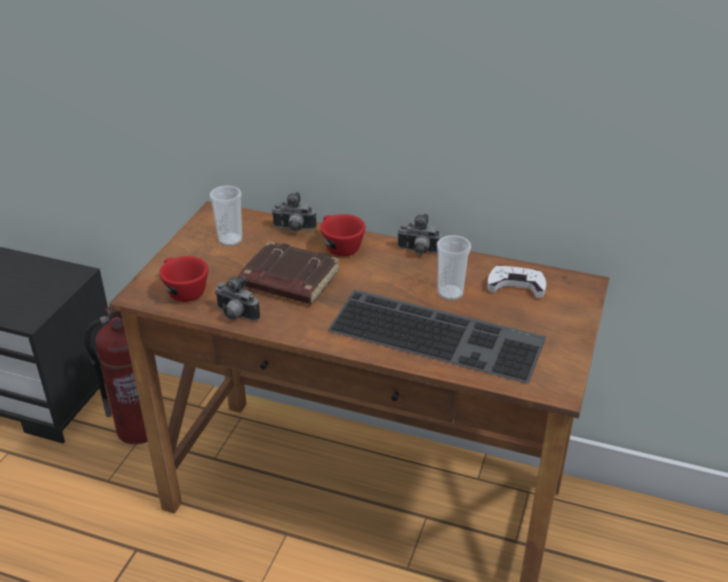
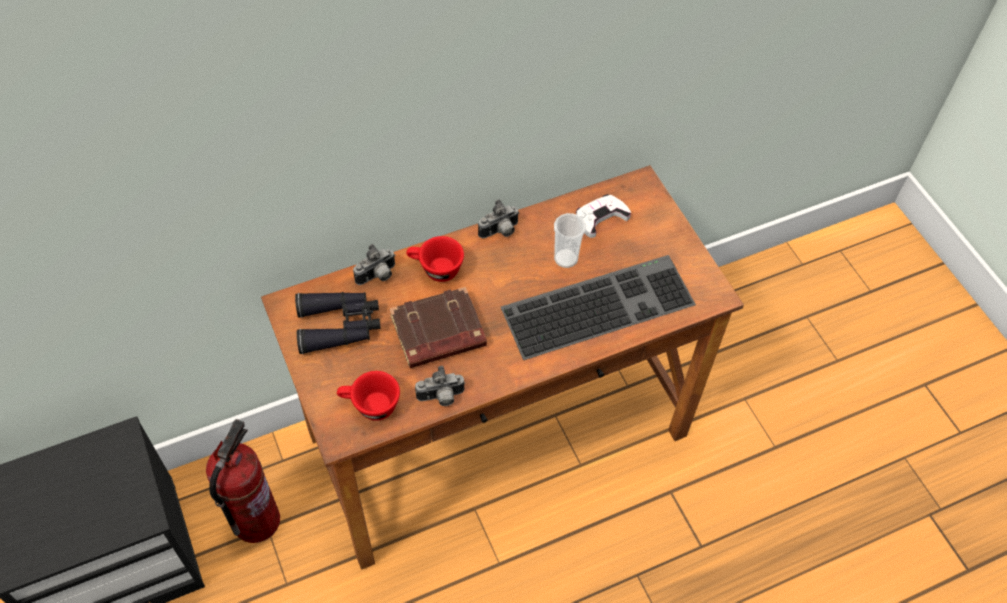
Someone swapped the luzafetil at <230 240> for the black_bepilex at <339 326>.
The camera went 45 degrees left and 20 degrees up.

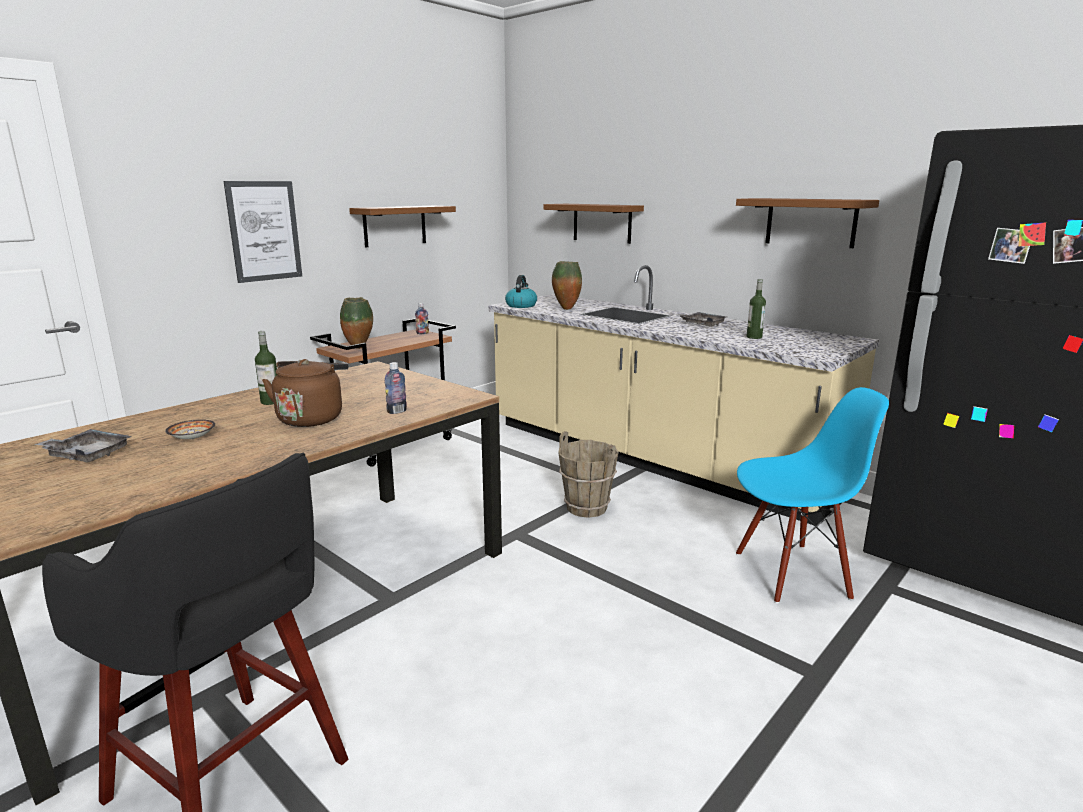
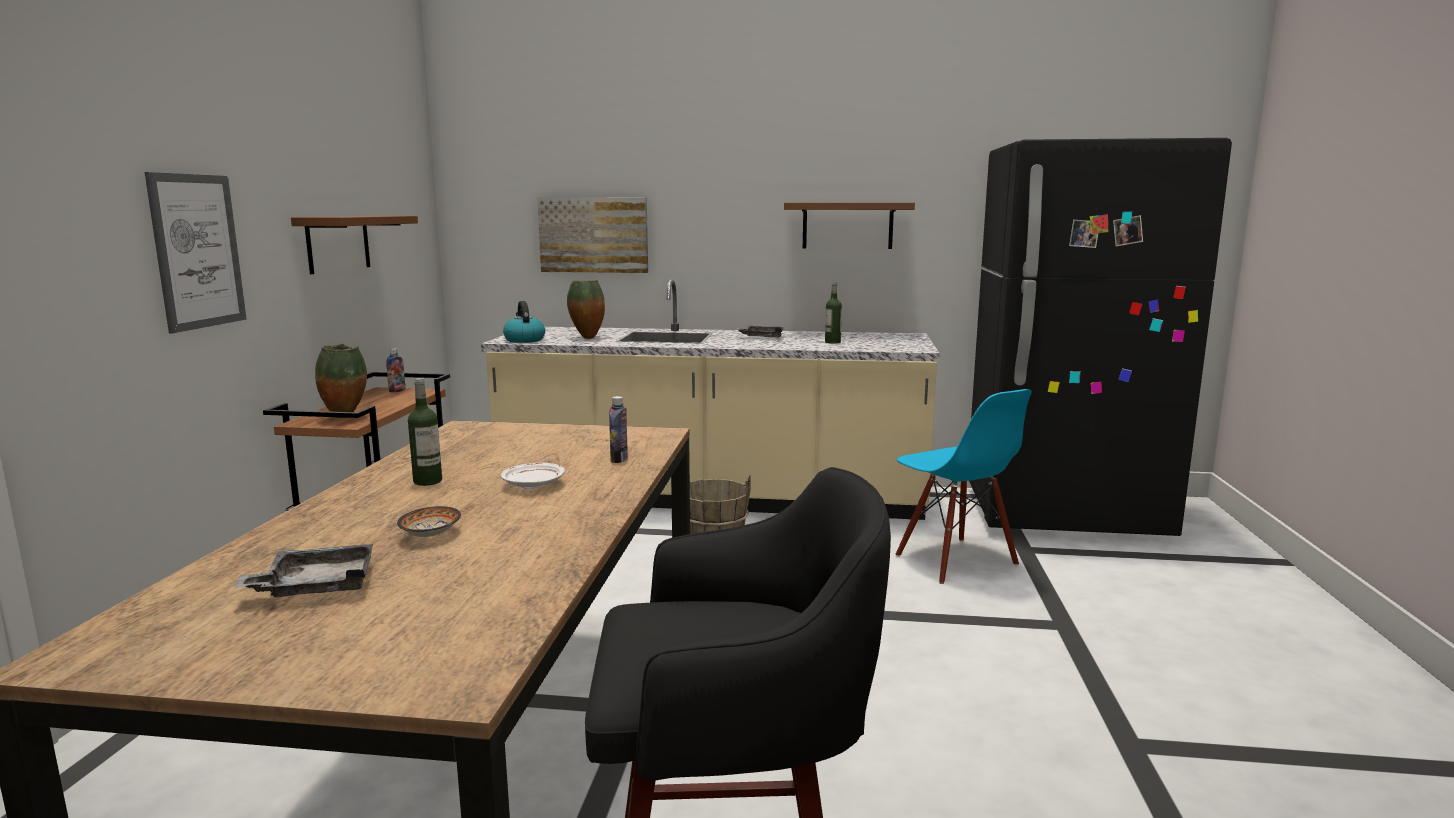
Someone swapped the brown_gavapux at <311 418> for the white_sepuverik at <533 485>.
Someone swapped the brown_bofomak at <602 223> for the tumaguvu at <594 235>.
Someone rotated the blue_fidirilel at <791 573> by 105 degrees clockwise.
The camera went 35 degrees left and 5 degrees down.

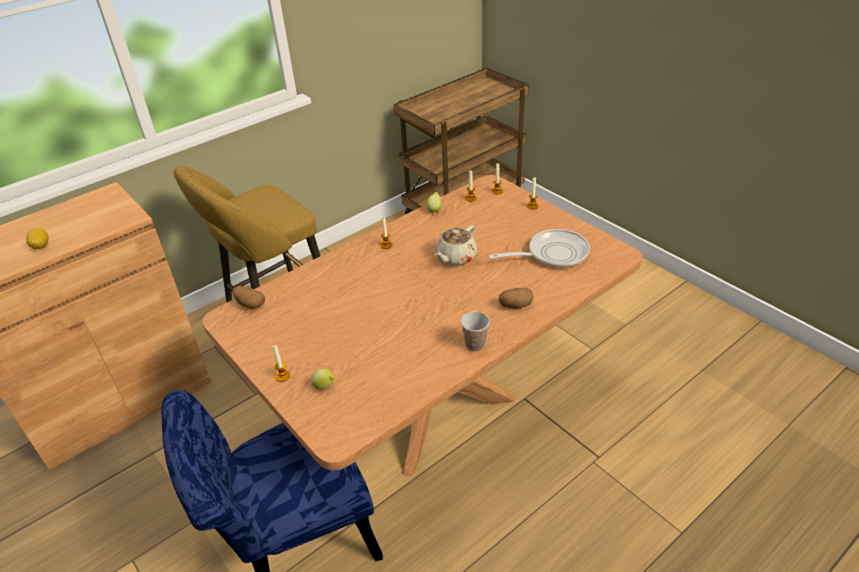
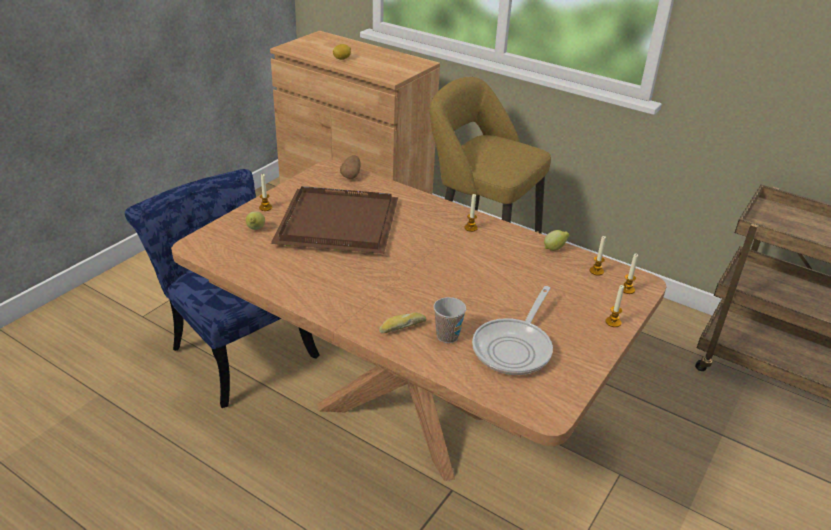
Someone took away the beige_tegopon at <455 257>.
Someone carried the luzafetil from <475 344> to <447 336>.
Someone rotated the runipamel at <552 254> by 60 degrees clockwise.
Someone swapped the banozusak at <515 305> for the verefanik at <402 327>.
Someone put down the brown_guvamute at <335 224>.
The camera went 70 degrees right and 5 degrees down.

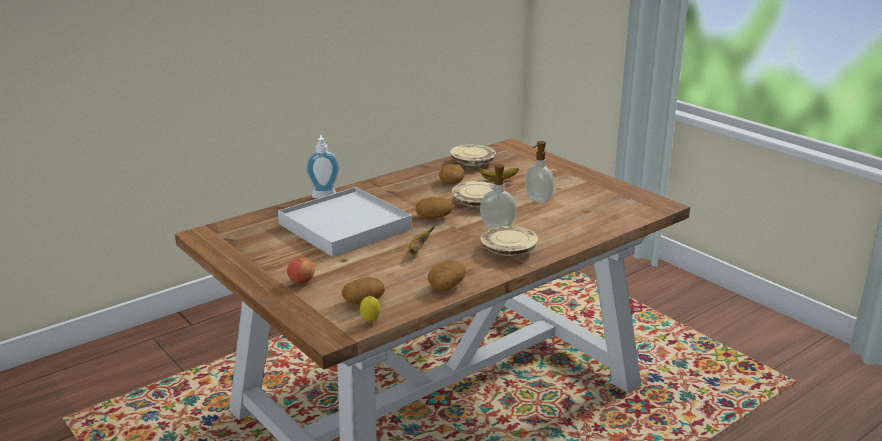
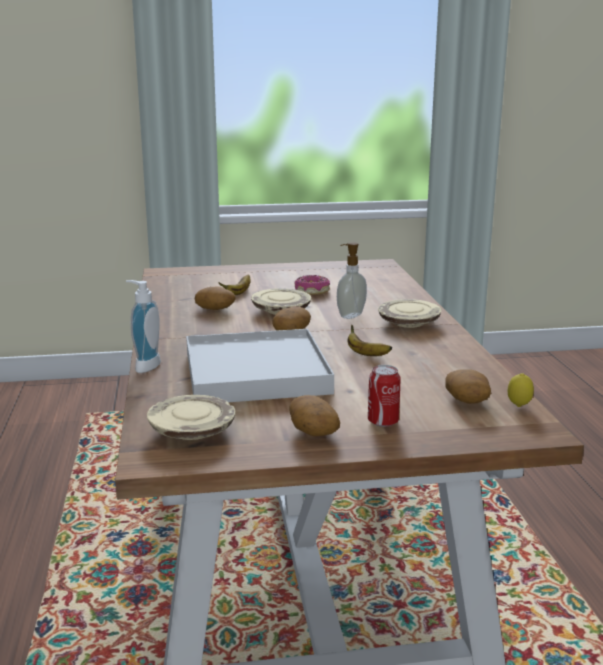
Someone swapped the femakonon at <301 281> for the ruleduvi at <383 421>.
Someone carried the banozusak from <446 285> to <312 430>.
Someone carried the beige_sepuverik from <472 162> to <192 430>.
Someone swapped the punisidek at <537 200> for the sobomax at <311 291>.
The camera went 60 degrees left and 5 degrees down.

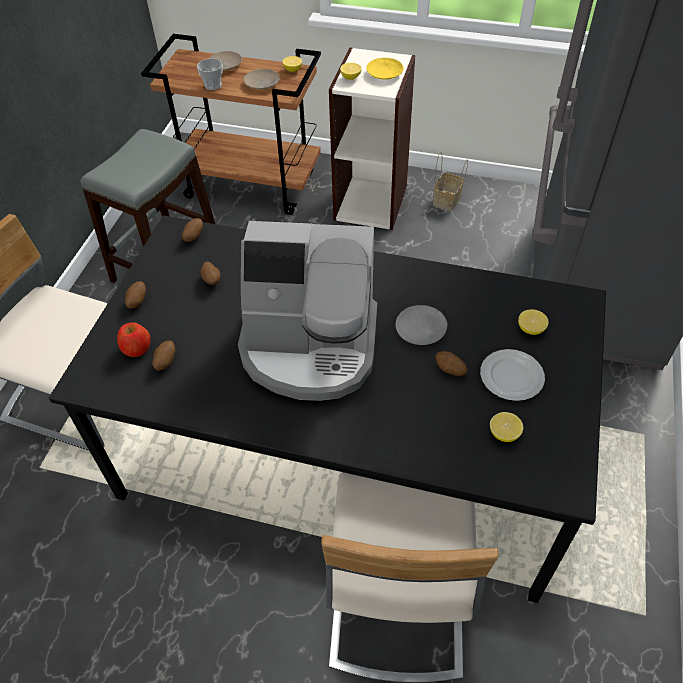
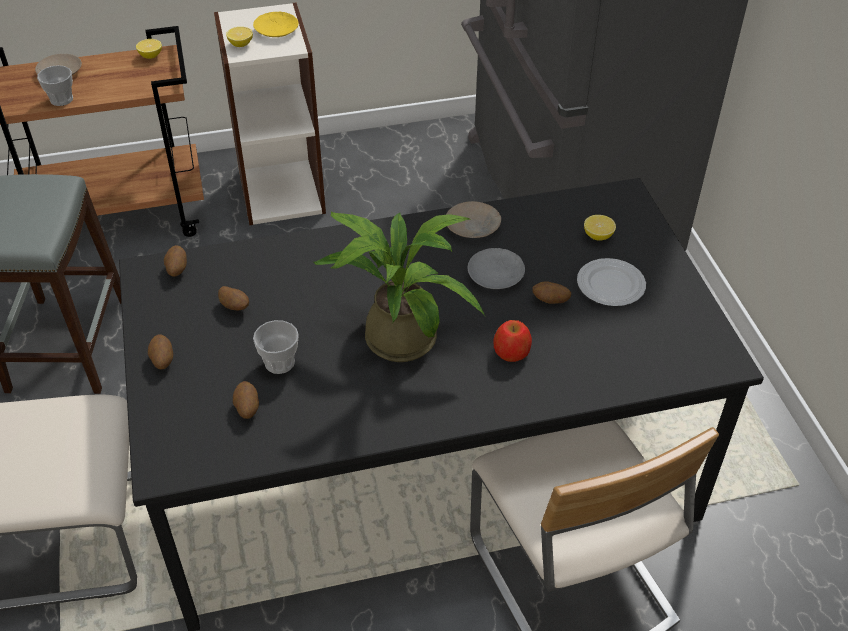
Someone carried the femakonon from <136 348> to <512 351>.
Someone swapped the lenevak at <310 347> for the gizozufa at <396 333>.
Someone carried the beige_sepuverik from <262 84> to <473 226>.
Someone took away the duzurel at <447 201>.
Someone took away the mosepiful at <504 434>.
Someone put down the luzafetil at <279 362>.
The camera went 30 degrees left and 5 degrees down.

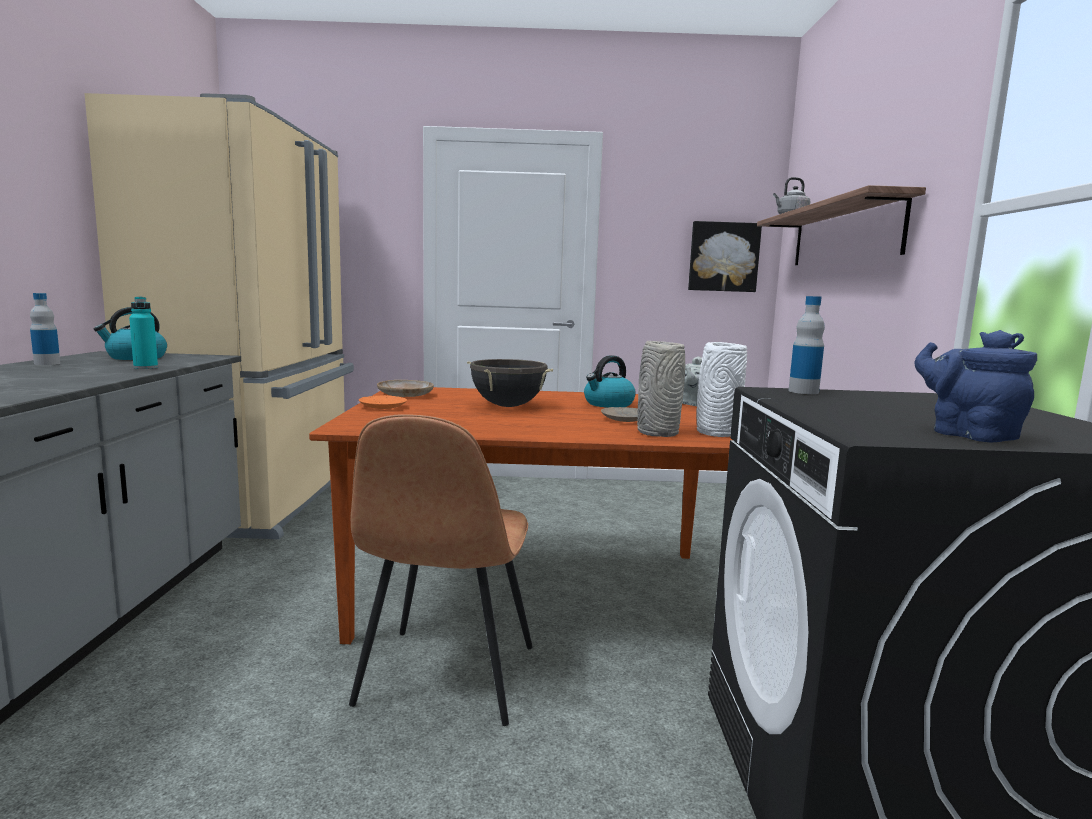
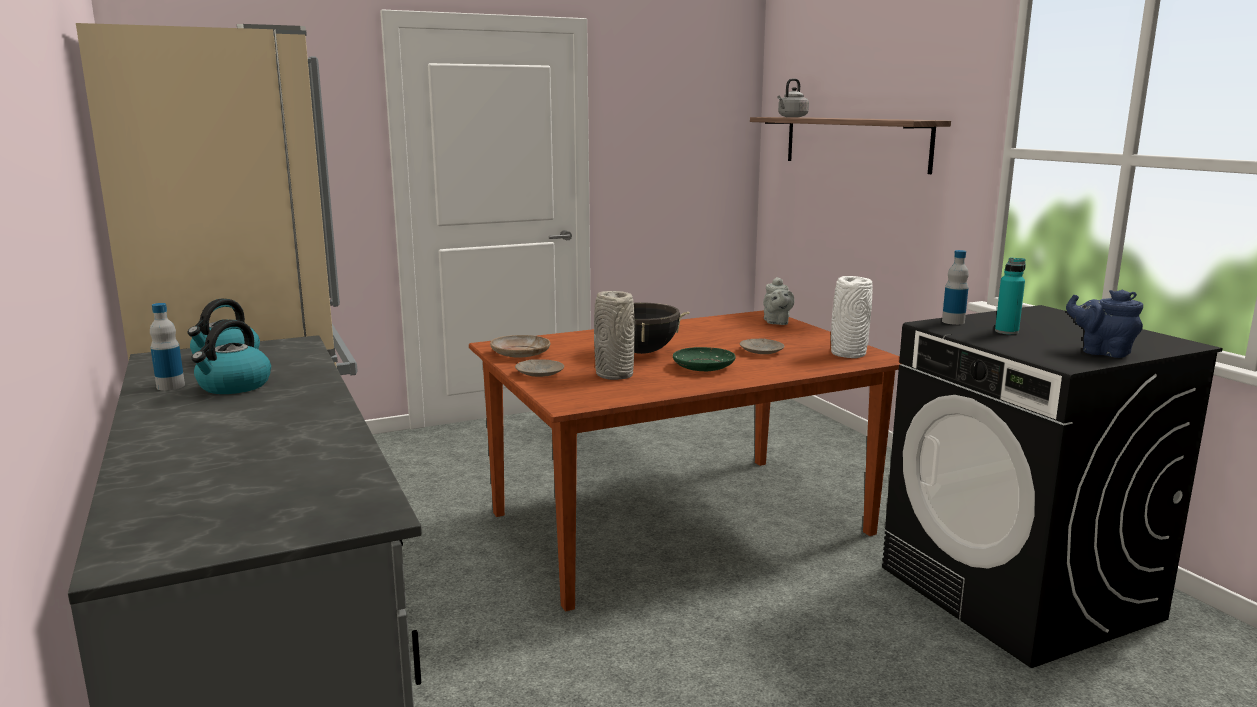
Someone carried the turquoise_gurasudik from <145 367> to <1006 332>.
Someone took away the brown_fidirilel at <445 677>.
Someone repainted the orange_sepuverik at <383 407>, which became the beige_sepuverik at <539 373>.
Someone carried the gavapux from <608 404> to <234 386>.
Someone carried the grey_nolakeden from <657 433> to <614 375>.
Someone took away the tumaguvu at <723 257>.
Someone put down the green_sepuverik at <703 367>.
The camera went 25 degrees left and 5 degrees up.

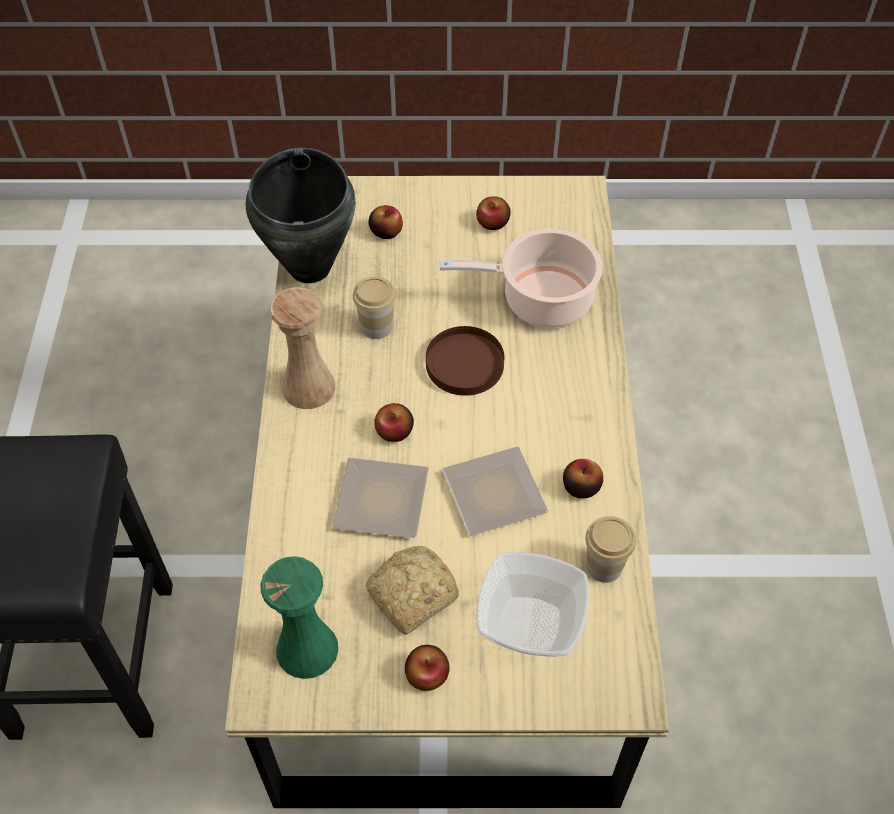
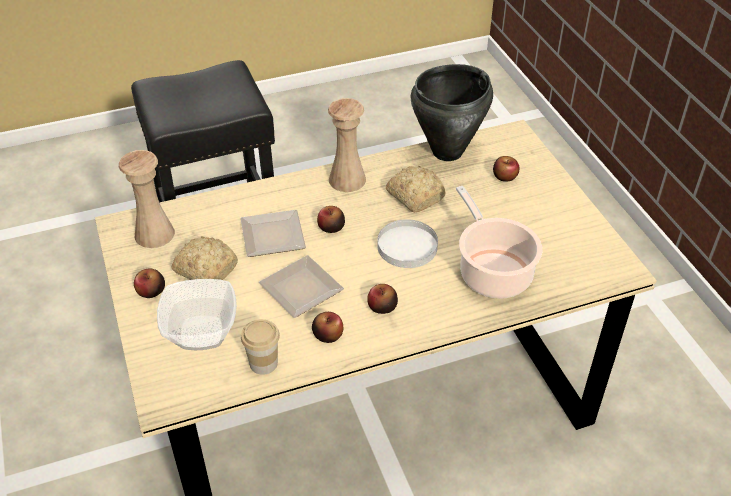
Someone repainted the green_nolakeden at <307 649>, which became the beige_nolakeden at <154 234>.
Someone swapped the luzafetil at <376 326> for the verefanik at <415 195>.
Someone repainted the brown_sepuverik at <465 363>, which became the white_sepuverik at <407 246>.
Someone carried the femakonon from <493 223> to <382 307>.
The camera went 70 degrees right and 10 degrees down.

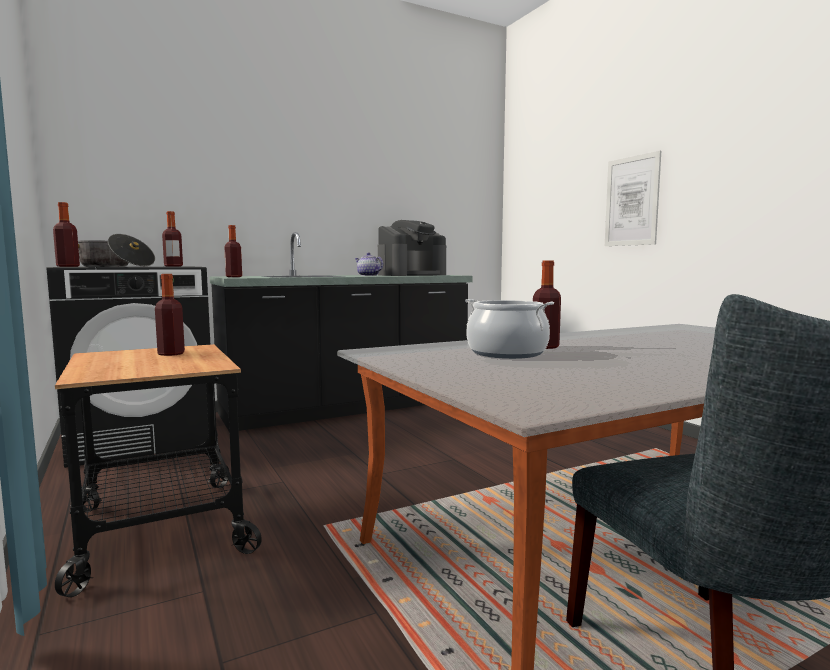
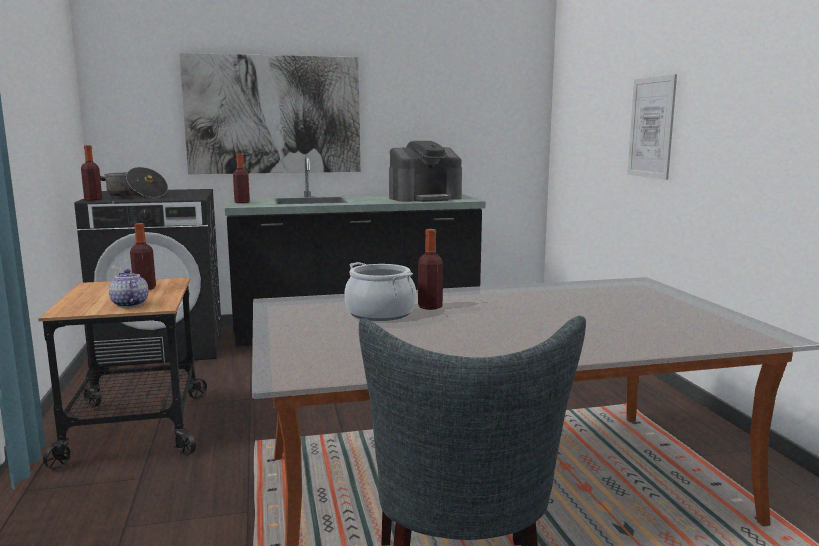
Someone took away the gurasudik at <173 266>.
Someone carried the tegopon from <368 275> to <128 304>.
Someone put up the tumaguvu at <274 115>.
The camera went 15 degrees right and 5 degrees up.

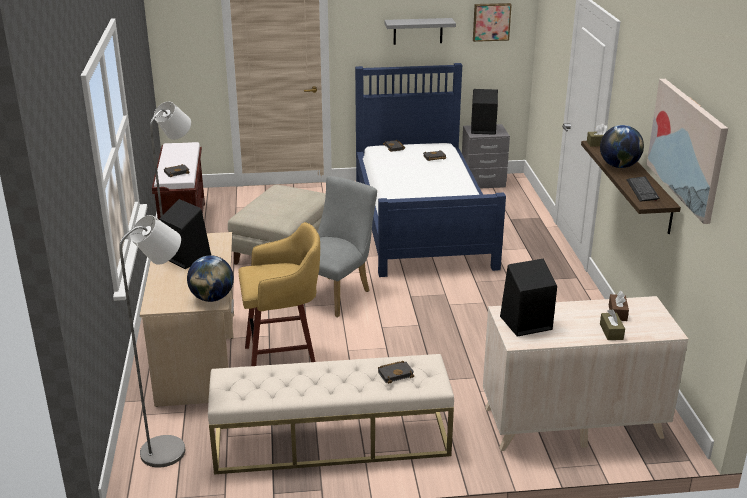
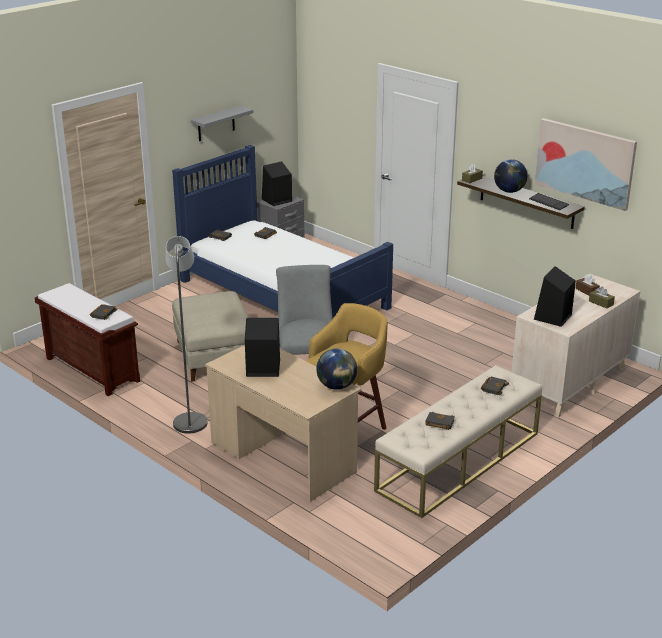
Someone took away the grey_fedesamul at <171 448>.
Someone took away the tumaguvu at <491 21>.
Someone put down the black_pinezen at <438 423>.
The camera went 40 degrees left and 0 degrees up.

